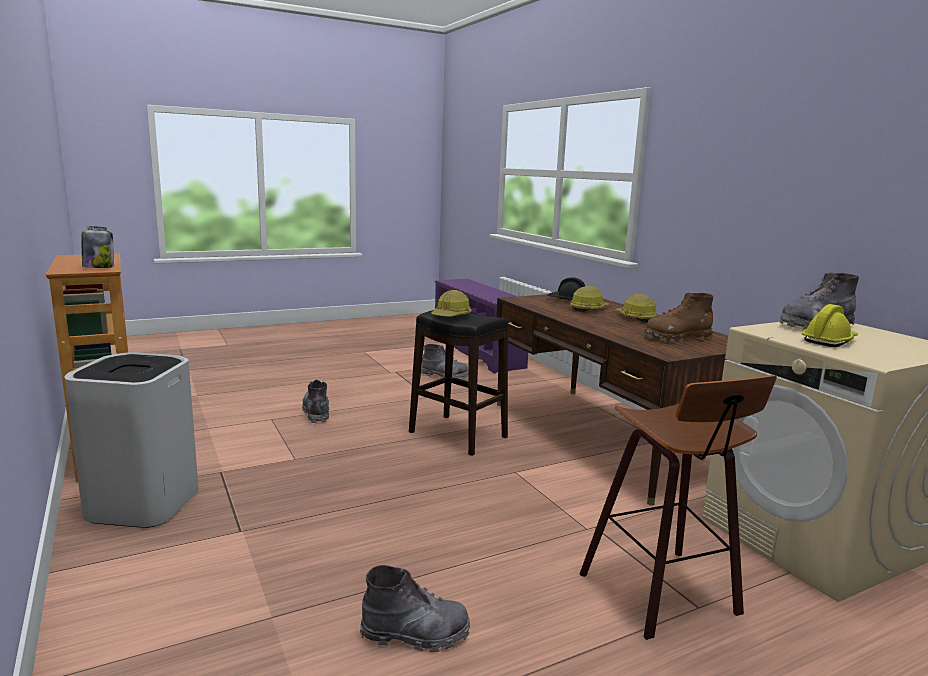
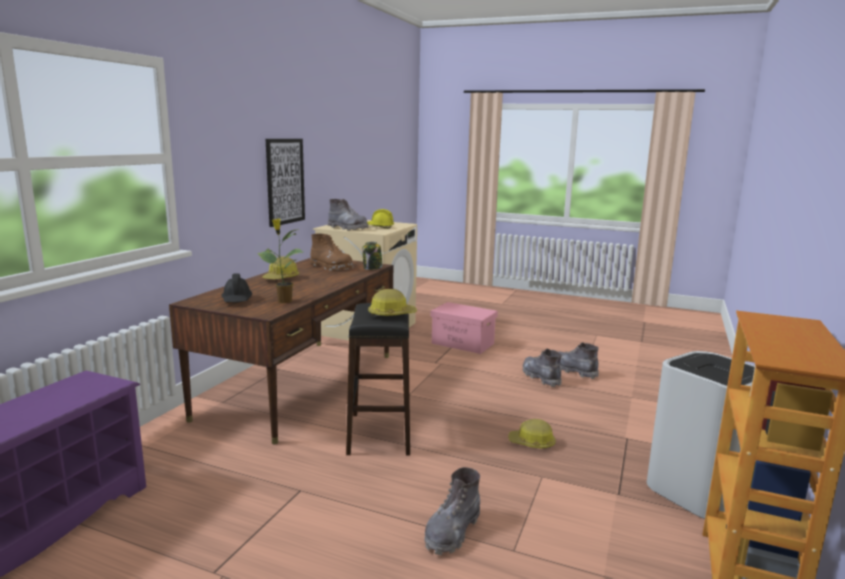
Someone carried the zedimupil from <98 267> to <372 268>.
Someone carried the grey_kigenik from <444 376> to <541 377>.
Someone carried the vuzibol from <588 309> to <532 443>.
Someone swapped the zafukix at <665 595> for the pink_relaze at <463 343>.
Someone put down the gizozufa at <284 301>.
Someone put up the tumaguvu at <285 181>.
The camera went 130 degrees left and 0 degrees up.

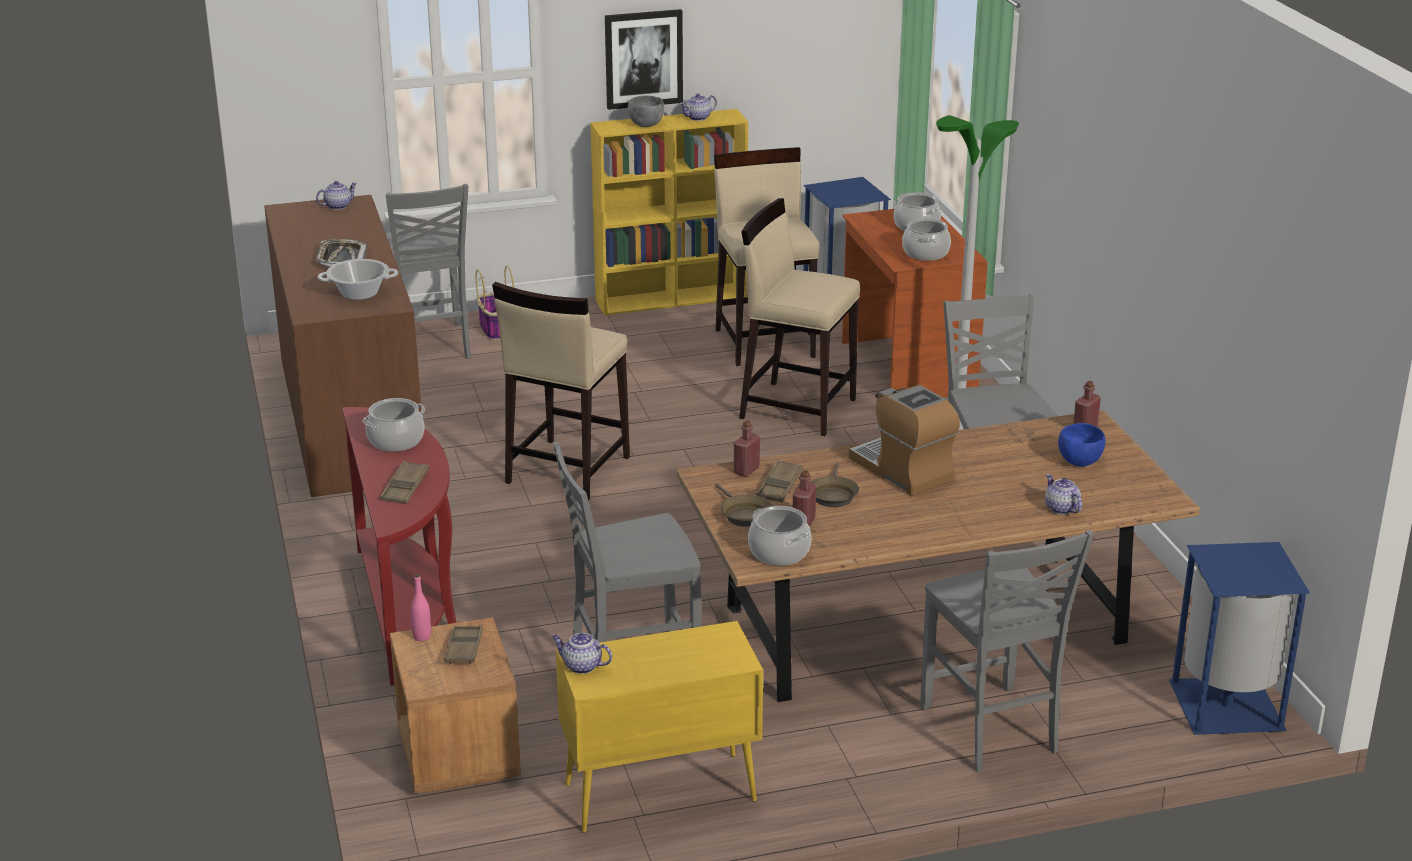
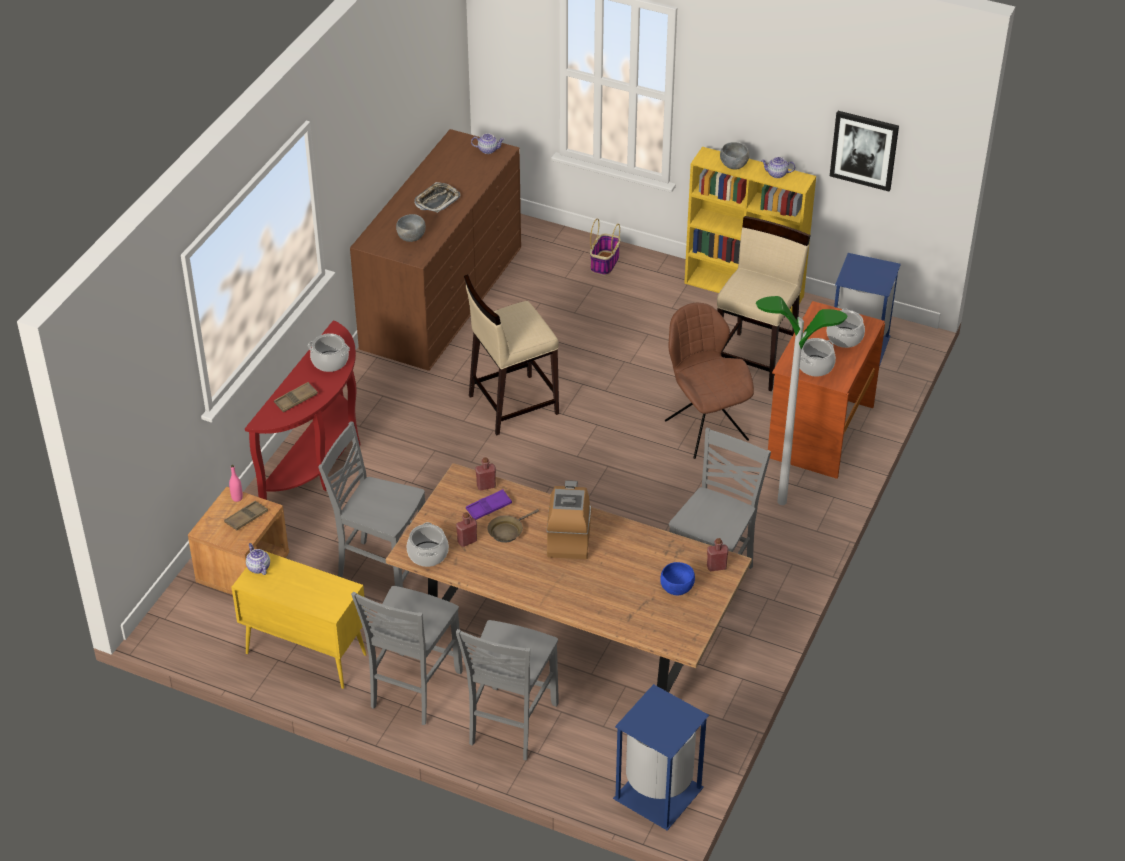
Someone swapped the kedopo at <359 293> for the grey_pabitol at <412 238>.
Someone carried the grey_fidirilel from <430 346> to <413 690>.
Someone carried the tumaguvu from <643 58> to <864 150>.
Someone took away the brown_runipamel at <743 514>.
Someone swapped the beige_zafukix at <796 408> for the brown_fidirilel at <705 428>.
Someone repainted the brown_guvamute at <779 486>, which became the purple_guvamute at <489 507>.
Someone took away the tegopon at <1061 508>.
The camera went 40 degrees right and 15 degrees up.

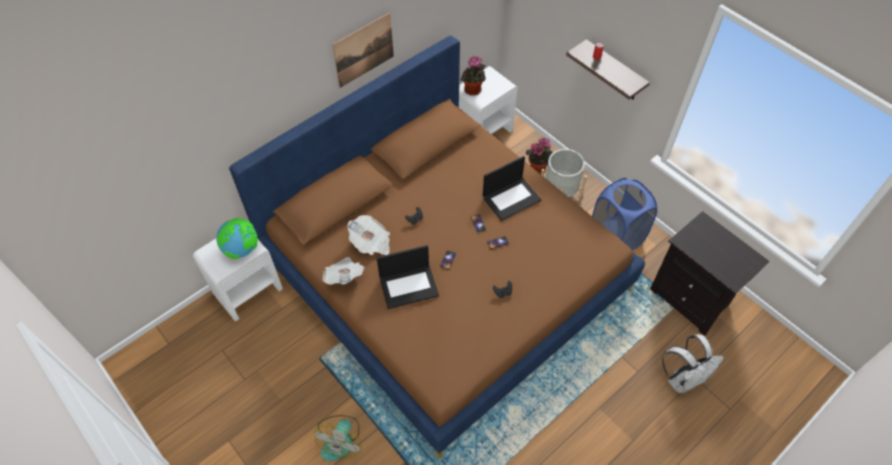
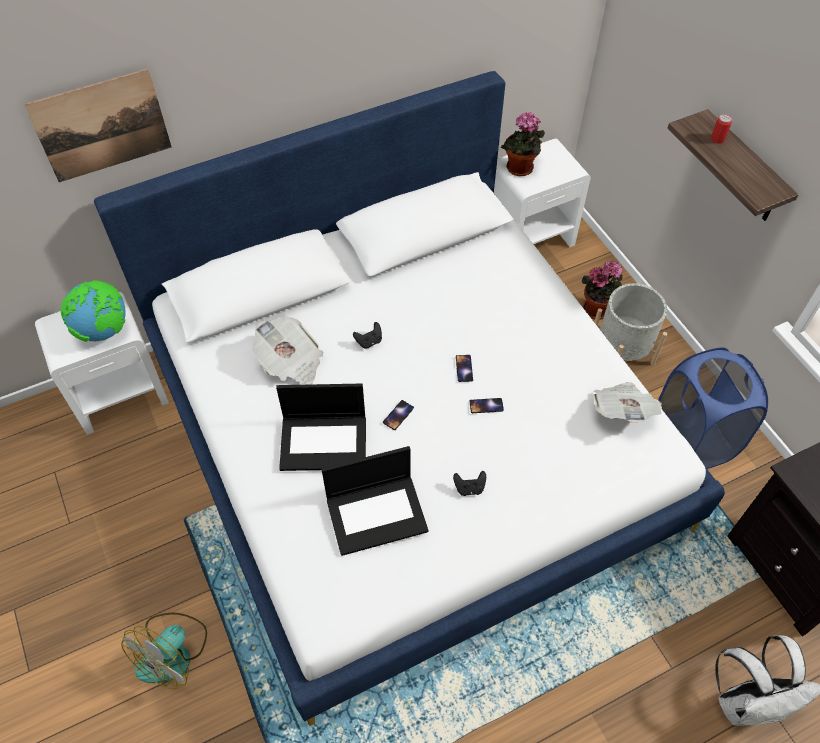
Someone repainted the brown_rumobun at <445 275>, which became the white_rumobun at <409 437>.
Someone carried the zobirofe from <344 277> to <622 411>.
Someone carried the tumaguvu from <364 50> to <102 126>.
Someone carried the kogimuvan from <511 198> to <377 513>.
The camera went 15 degrees right and 0 degrees up.

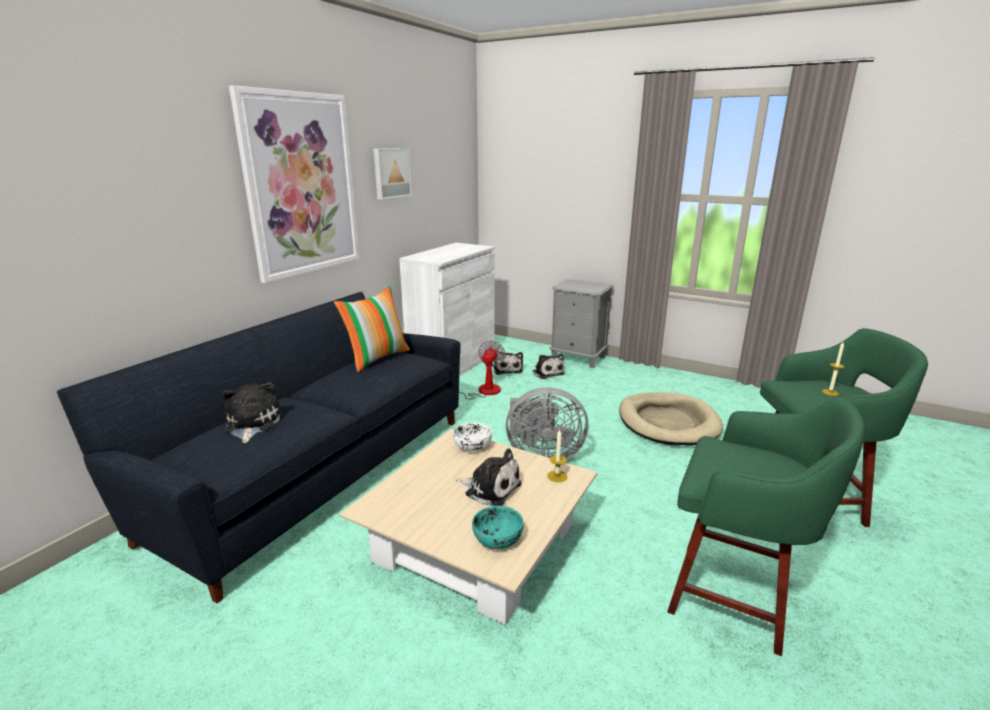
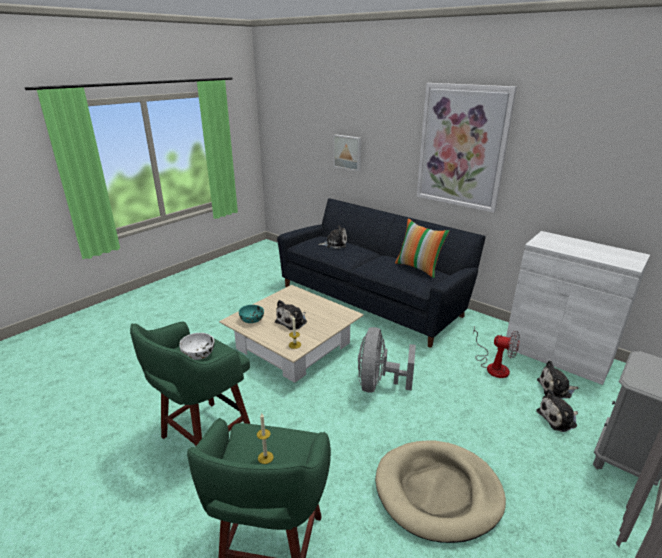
Someone carried the tumaguvu from <391 173> to <348 152>.
Someone carried the white_pabitol from <473 446> to <198 354>.
The camera went 100 degrees right and 5 degrees up.

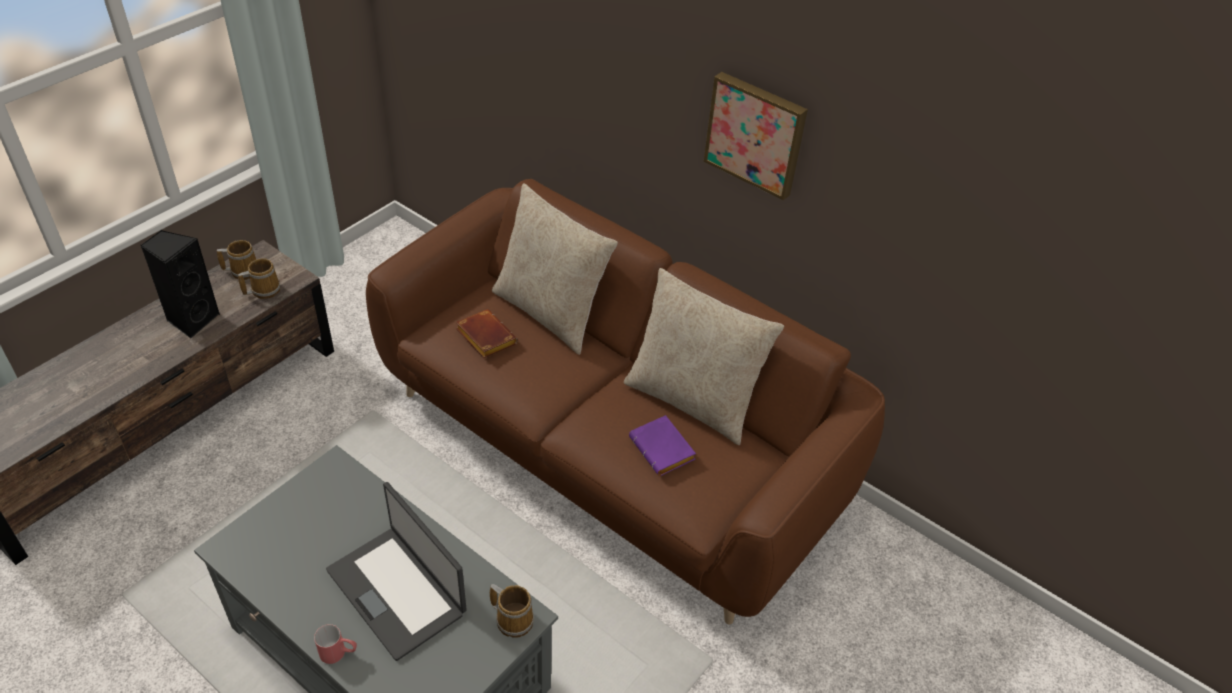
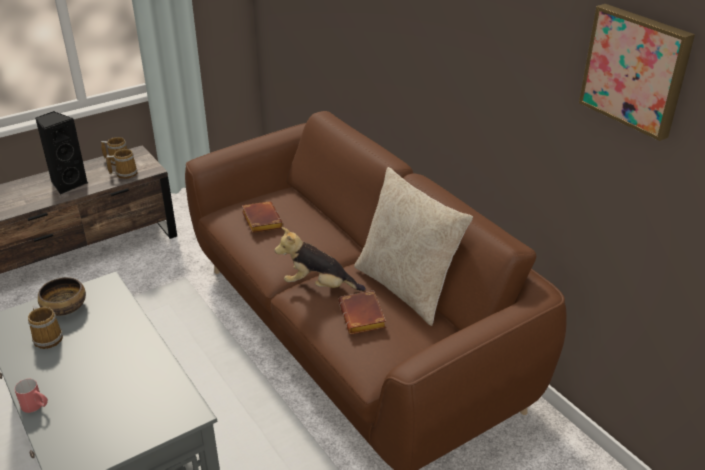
Someone took away the kogimuvan at <397 591>.
Someone carried the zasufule from <513 619> to <48 337>.
Someone took away the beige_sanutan at <550 312>.
Someone repainted the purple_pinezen at <664 450>, which became the brown_pinezen at <364 317>.
Someone carried the tumaguvu from <756 134> to <636 70>.
Someone put down the pabitol at <64 307>.
Someone put down the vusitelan at <319 286>.
The camera went 20 degrees right and 10 degrees down.

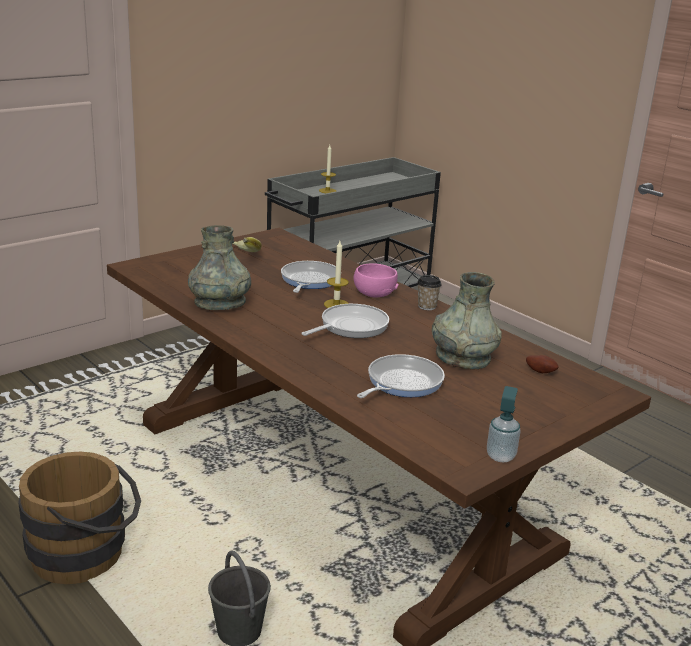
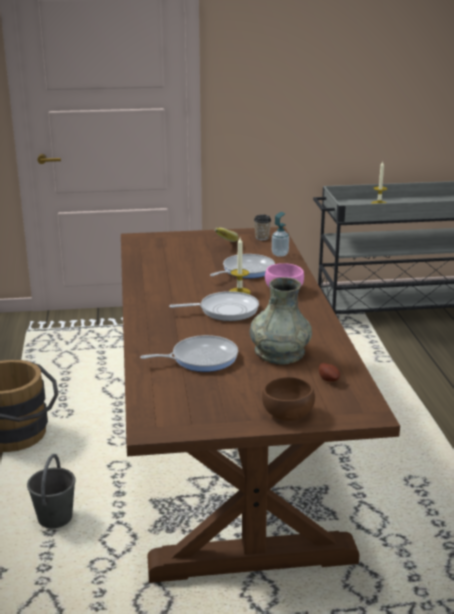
Someone took away the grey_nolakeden at <220 303>.
Someone carried the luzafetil from <427 306> to <262 238>.
Someone carried the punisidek from <500 456> to <280 254>.
Someone put down the brown_pabitol at <288 413>.
The camera went 35 degrees right and 0 degrees up.

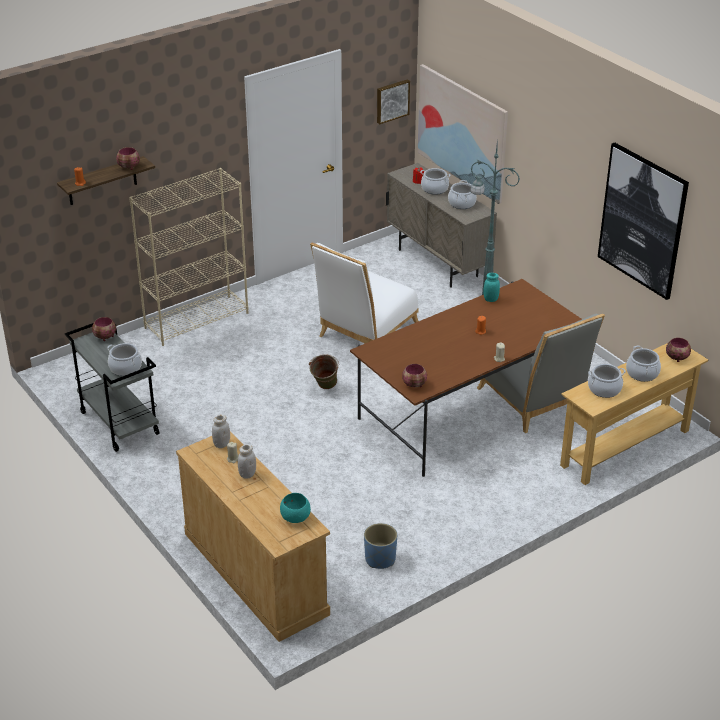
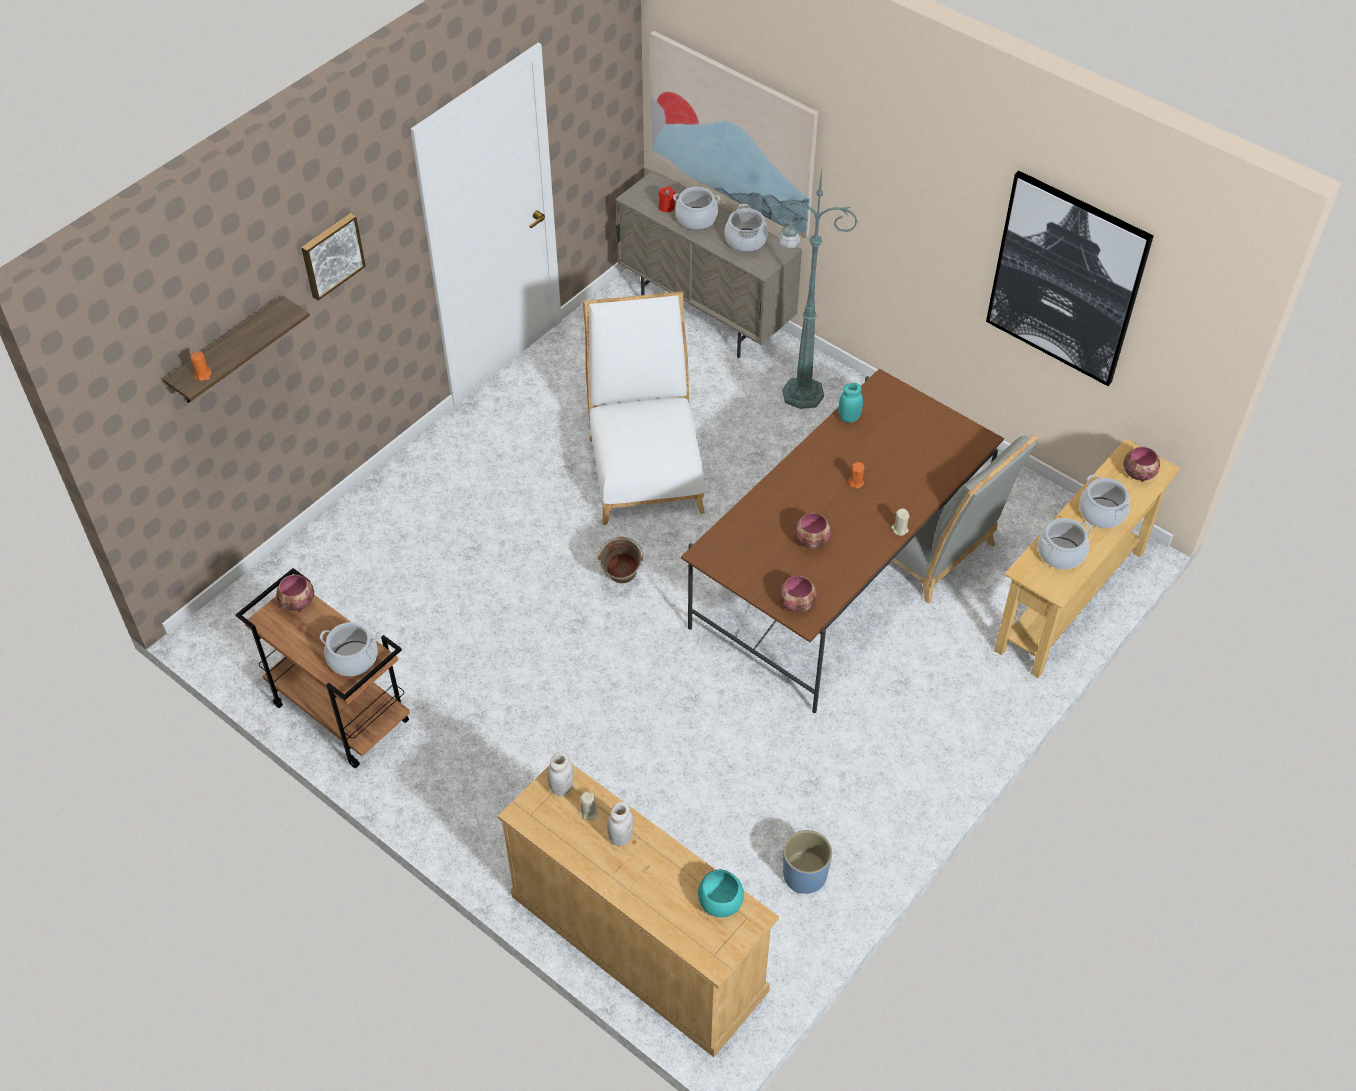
Someone repainted the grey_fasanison at <118 423>, which became the brown_fasanison at <339 713>.
Someone carried the pabitol from <129 167> to <812 541>.
Someone took away the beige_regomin at <197 320>.
Someone rotated the white_fidirilel at <365 333> by 150 degrees clockwise.
Someone carried the tumaguvu from <392 101> to <331 255>.
The camera went 15 degrees left and 15 degrees up.

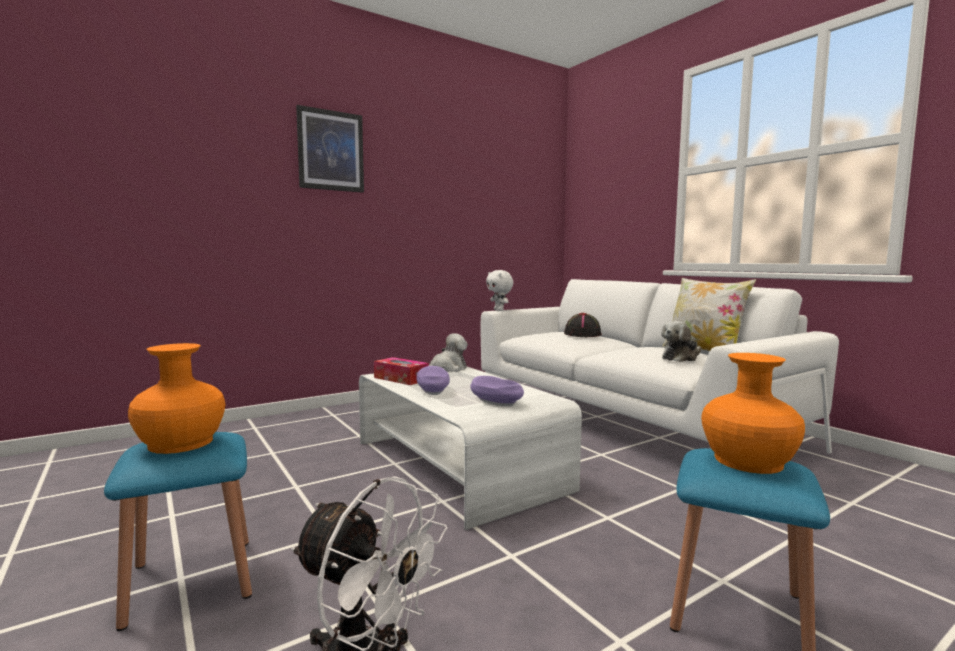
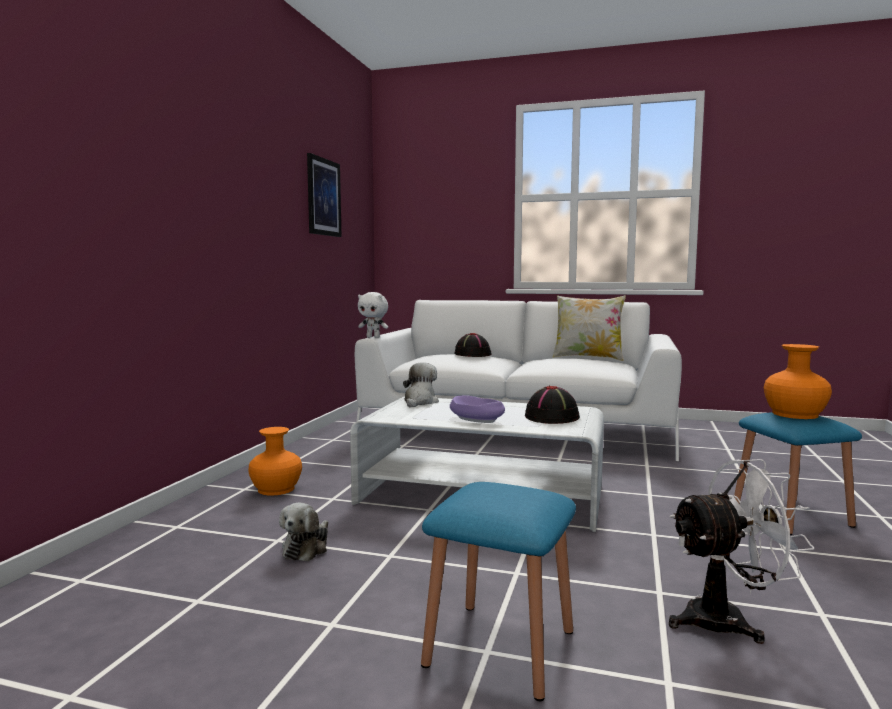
Someone carried the orange_nolakeden from <181 443> to <276 489>.
Someone carried the tumaguvu from <331 151> to <323 197>.
Someone took away the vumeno at <401 379>.
Someone swapped the purple_pabitol at <496 401> for the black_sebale at <552 417>.
Someone carried the vusitelan from <681 358> to <307 548>.
The camera went 40 degrees left and 0 degrees up.

